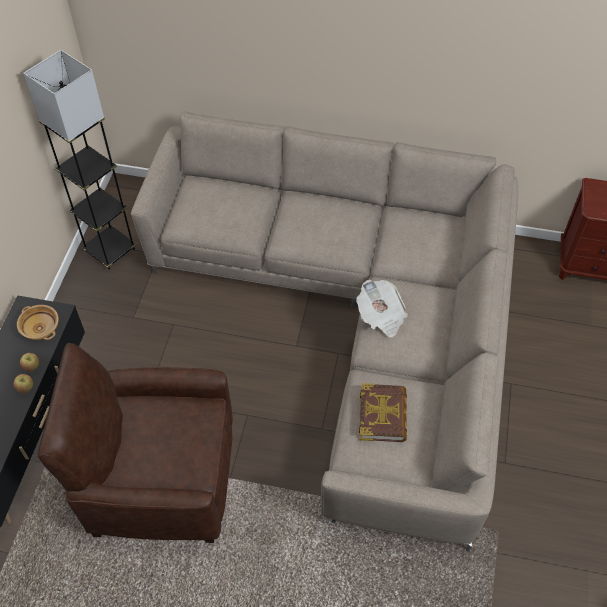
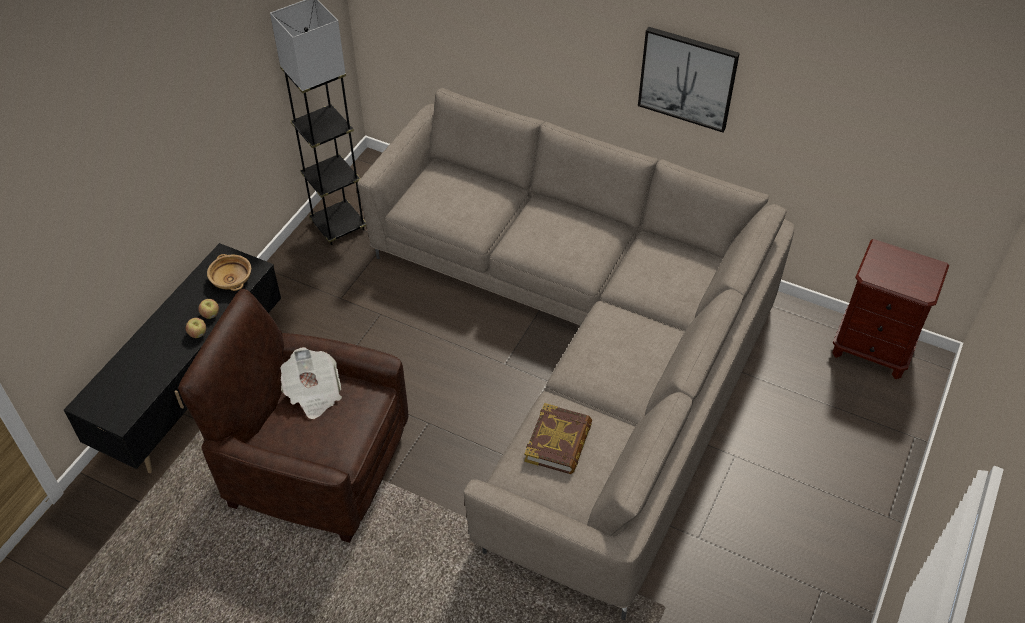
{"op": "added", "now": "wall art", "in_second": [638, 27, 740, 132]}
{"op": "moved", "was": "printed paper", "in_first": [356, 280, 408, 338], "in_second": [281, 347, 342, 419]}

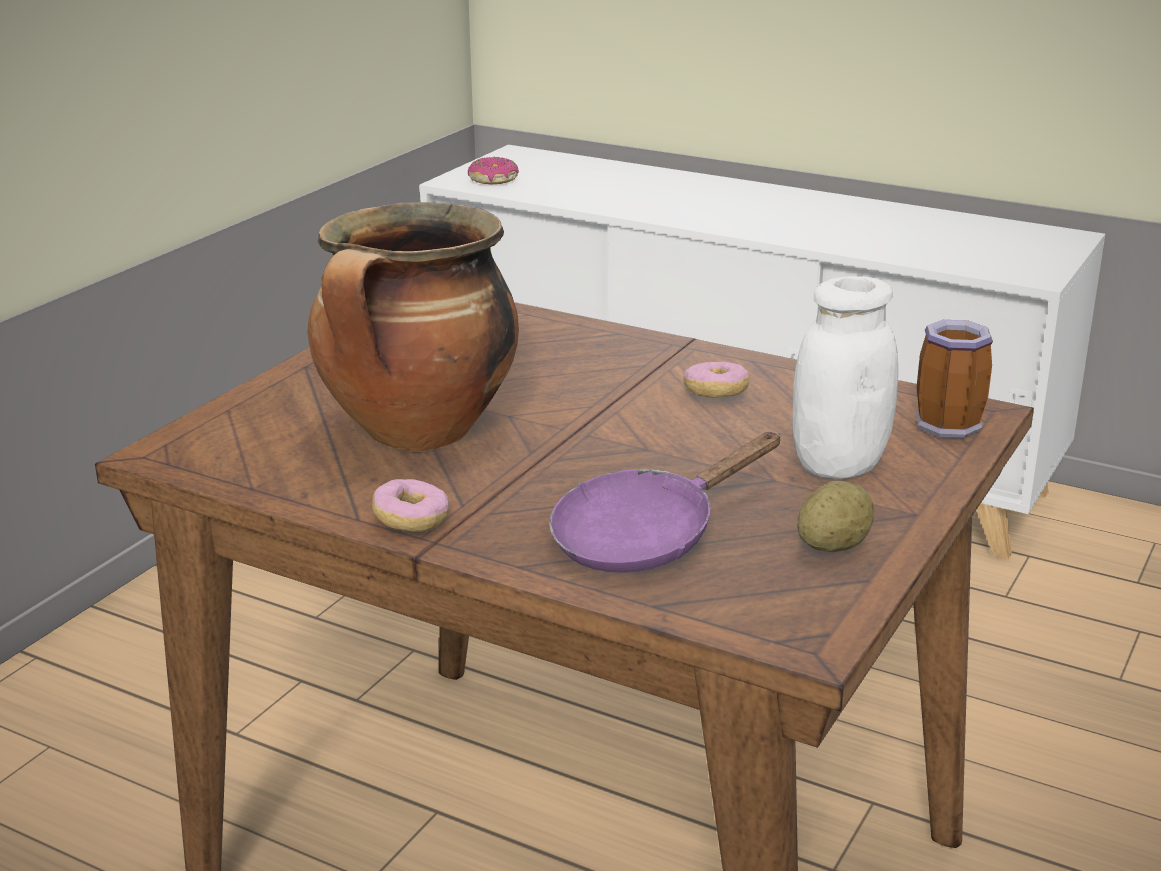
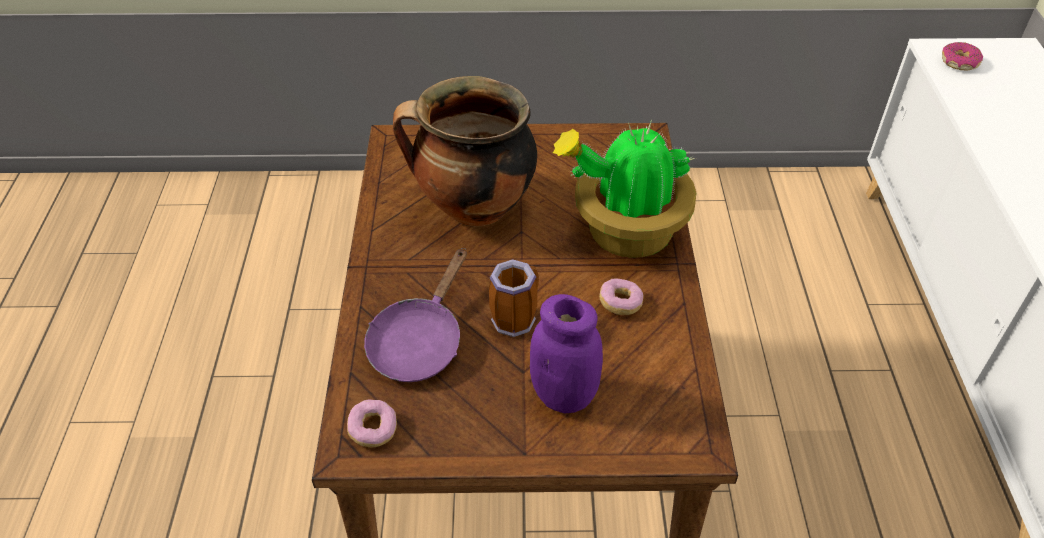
{"op": "removed", "was": "whole potato", "in_first": [797, 481, 875, 552]}
{"op": "added", "now": "potted plant", "in_second": [553, 119, 696, 258]}
{"op": "moved", "was": "donut", "in_first": [372, 479, 450, 532], "in_second": [347, 399, 397, 447]}
{"op": "moved", "was": "tea mug", "in_first": [916, 320, 993, 438], "in_second": [489, 259, 539, 337]}
{"op": "recoloured", "was": "whitish preserve jar", "now": "purplish preserve jar", "in_first": [792, 276, 898, 479], "in_second": [530, 294, 603, 414]}
{"op": "turned", "was": "purplish frying pan", "in_first": [549, 432, 781, 573], "in_second": [364, 248, 467, 382], "clockwise": -90}

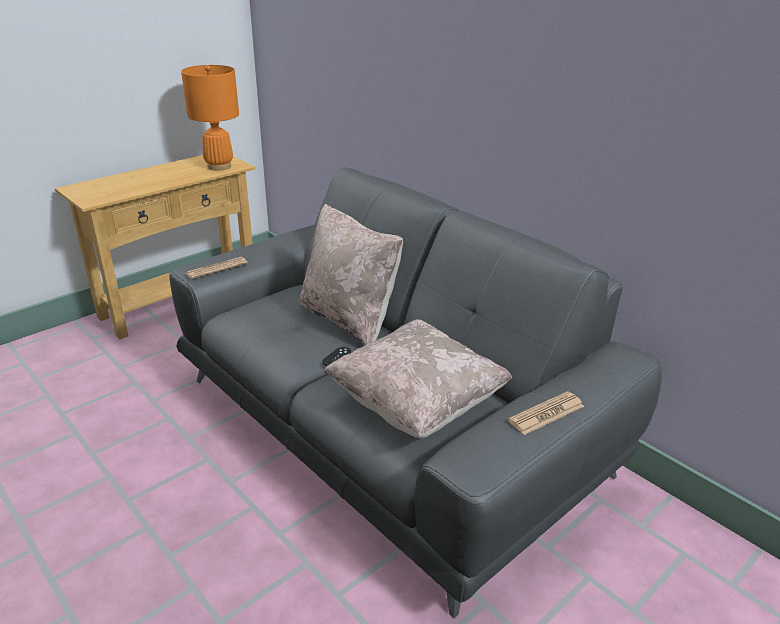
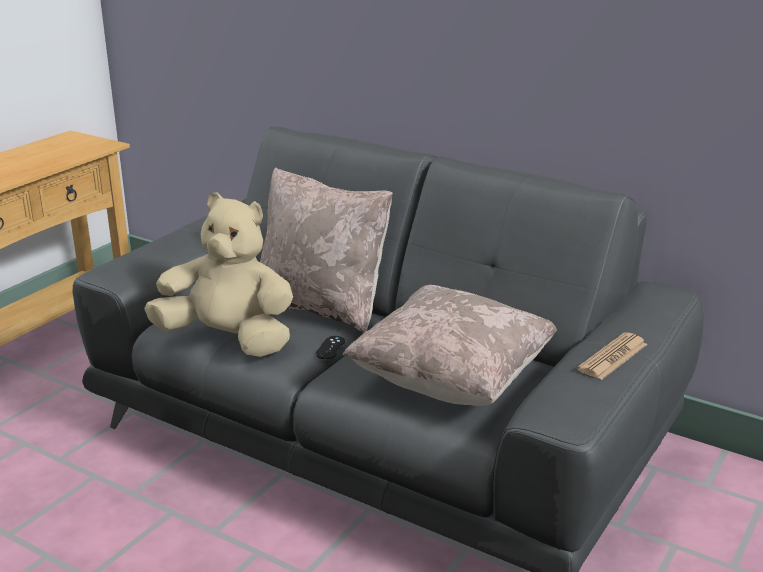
{"op": "removed", "was": "orange tabletop lamp", "in_first": [181, 65, 239, 170]}
{"op": "removed", "was": "printed paper", "in_first": [186, 257, 248, 279]}
{"op": "added", "now": "beige plush toy", "in_second": [144, 192, 293, 357]}

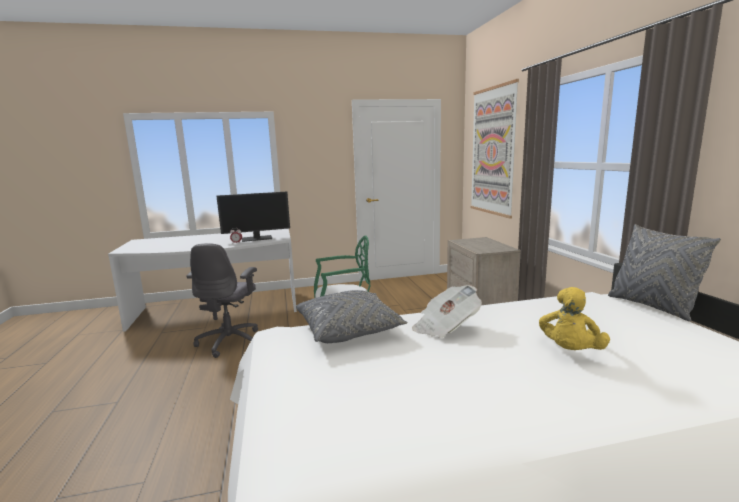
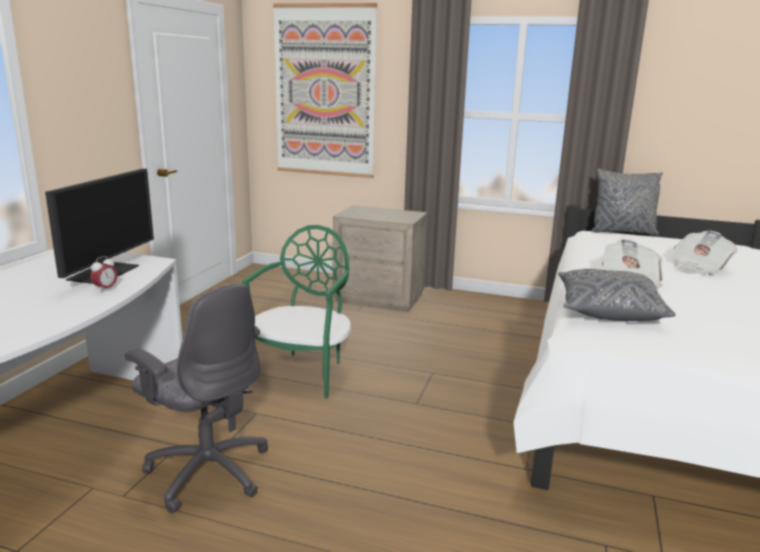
{"op": "replaced", "was": "yellow-coloured plush toy", "now": "printed paper", "in_first": [539, 287, 610, 350], "in_second": [673, 231, 737, 274]}

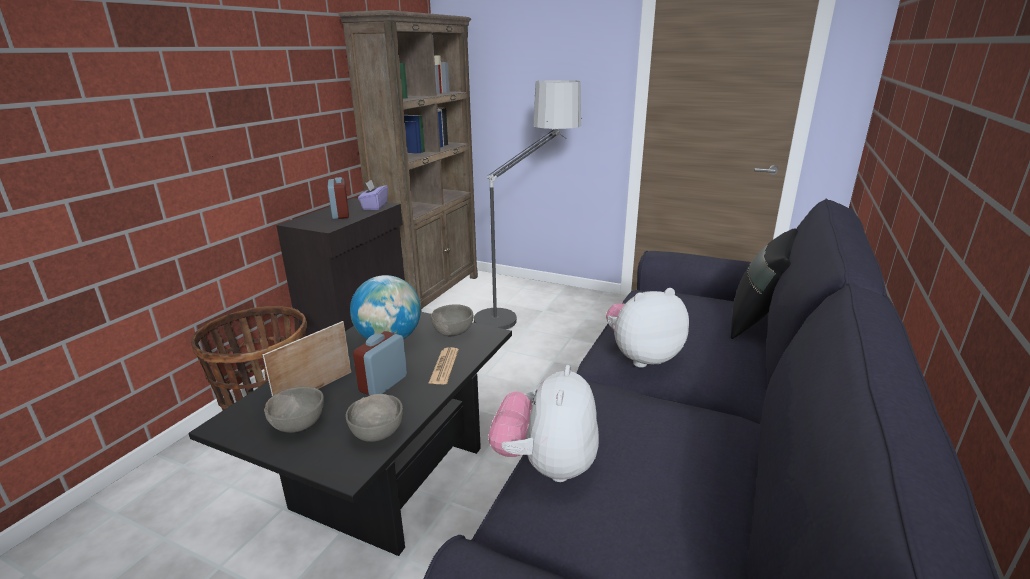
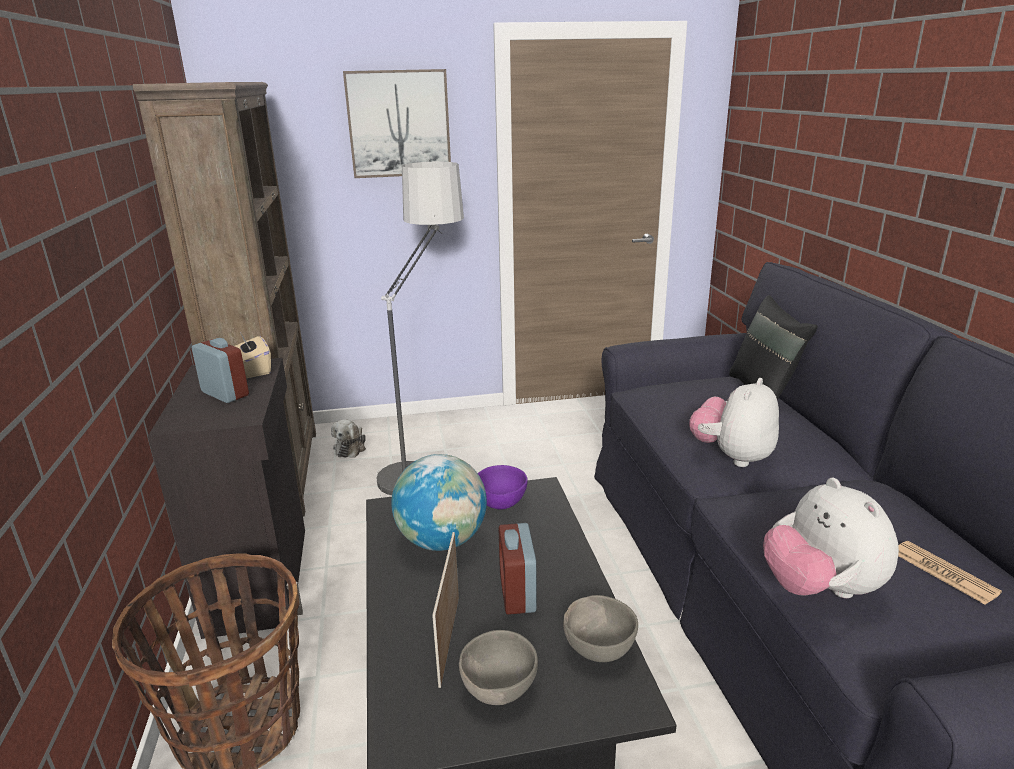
{"op": "added", "now": "plush toy", "in_second": [331, 419, 366, 458]}
{"op": "added", "now": "wall art", "in_second": [343, 69, 451, 178]}
{"op": "moved", "was": "printed paper", "in_first": [428, 347, 459, 384], "in_second": [898, 541, 1002, 605]}
{"op": "recoloured", "was": "purplish box of tissues", "now": "beige box of tissues", "in_first": [358, 180, 388, 210], "in_second": [235, 332, 271, 378]}
{"op": "recoloured", "was": "greyish deep dish", "now": "purplish deep dish", "in_first": [431, 304, 473, 336], "in_second": [478, 465, 528, 510]}

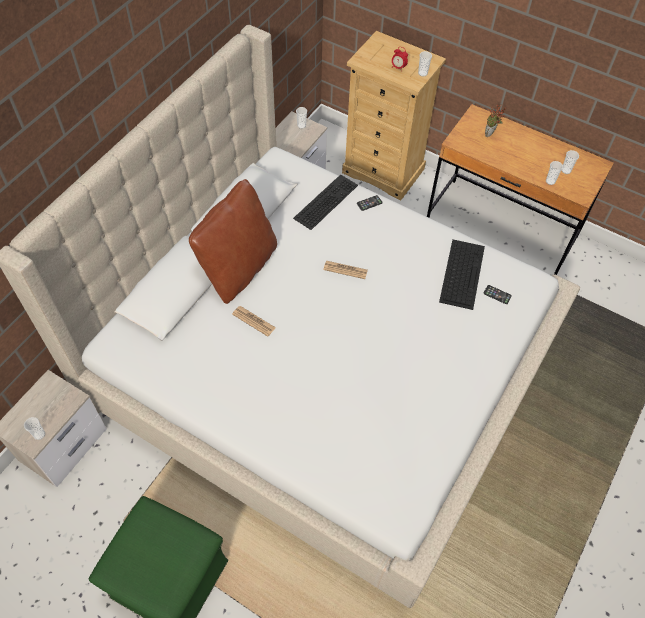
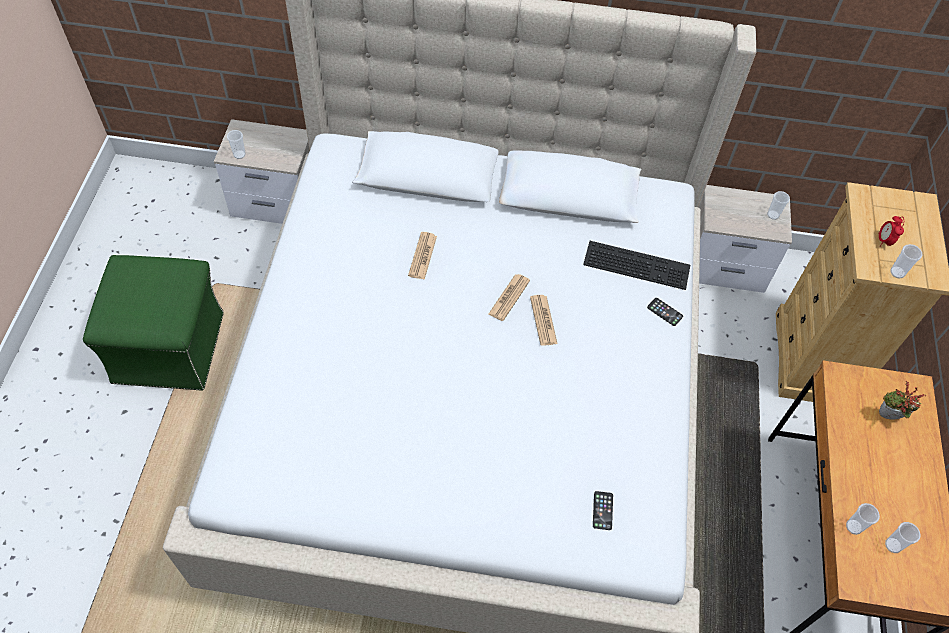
{"op": "removed", "was": "brown cushion", "in_first": [189, 179, 277, 304]}
{"op": "removed", "was": "keyboard", "in_first": [439, 240, 485, 310]}
{"op": "added", "now": "printed paper", "in_second": [489, 274, 530, 321]}

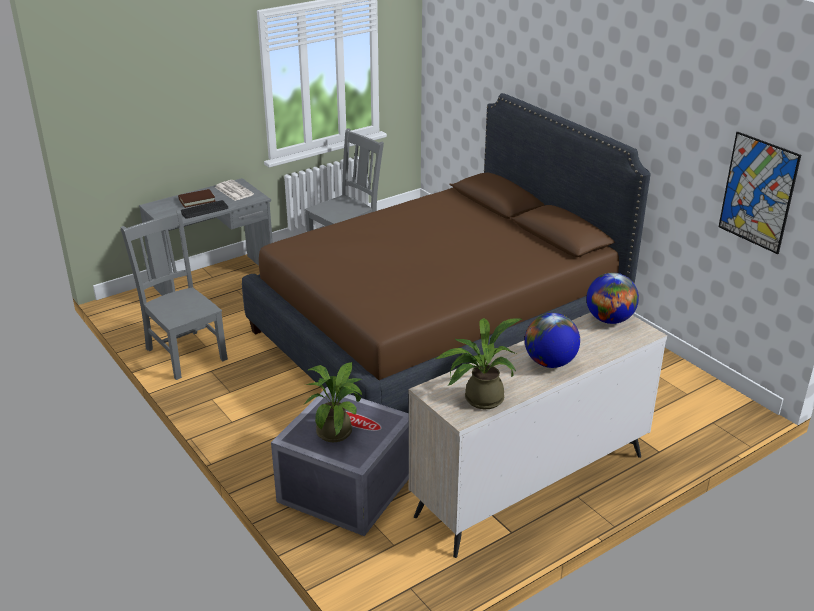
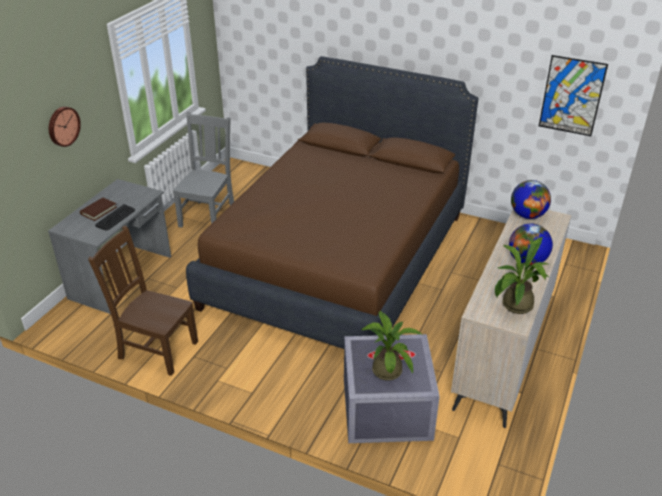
{"op": "removed", "was": "printed paper", "in_first": [215, 180, 254, 201]}
{"op": "added", "now": "wall clock", "in_second": [49, 107, 81, 147]}
{"op": "recoloured", "was": "greyish chair", "now": "brown chair", "in_first": [120, 210, 228, 380], "in_second": [88, 226, 198, 376]}

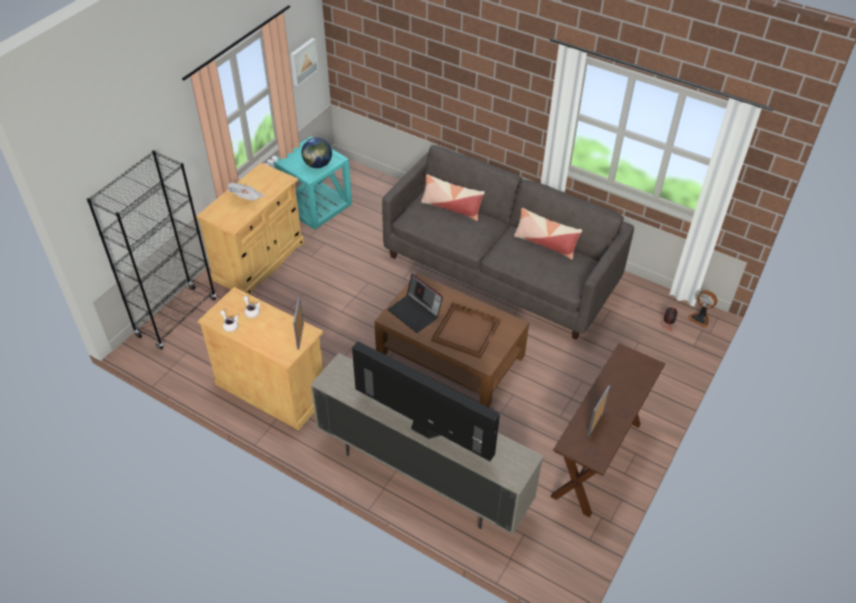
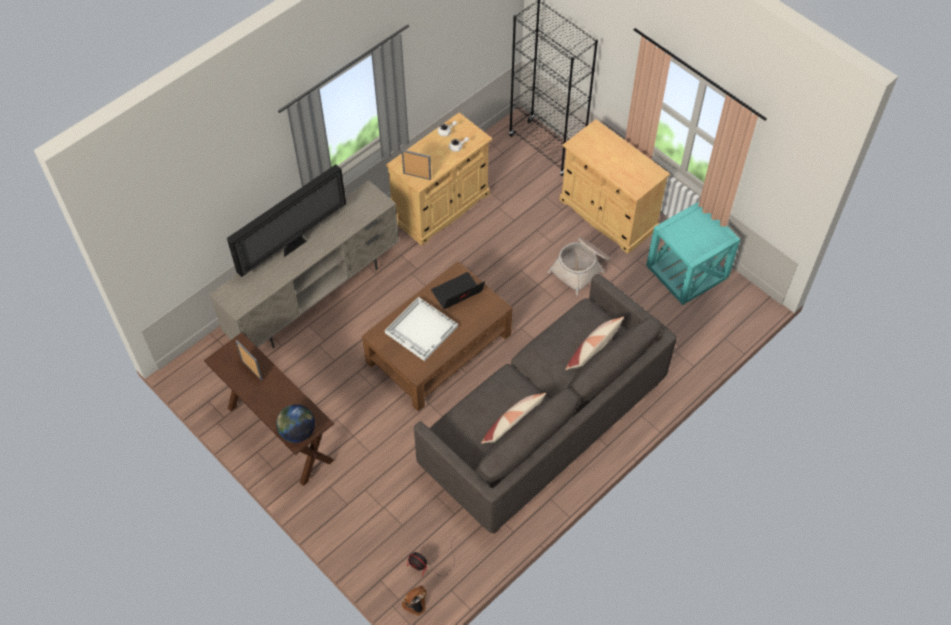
{"op": "removed", "was": "printed paper", "in_first": [227, 182, 265, 201]}
{"op": "removed", "was": "wall art", "in_first": [290, 38, 318, 86]}
{"op": "added", "now": "basket", "in_second": [548, 237, 610, 296]}
{"op": "moved", "was": "world globe", "in_first": [301, 138, 332, 168], "in_second": [276, 404, 315, 443]}
{"op": "recoloured", "was": "brown serving tray", "now": "whitish serving tray", "in_first": [431, 303, 500, 358], "in_second": [385, 297, 458, 361]}

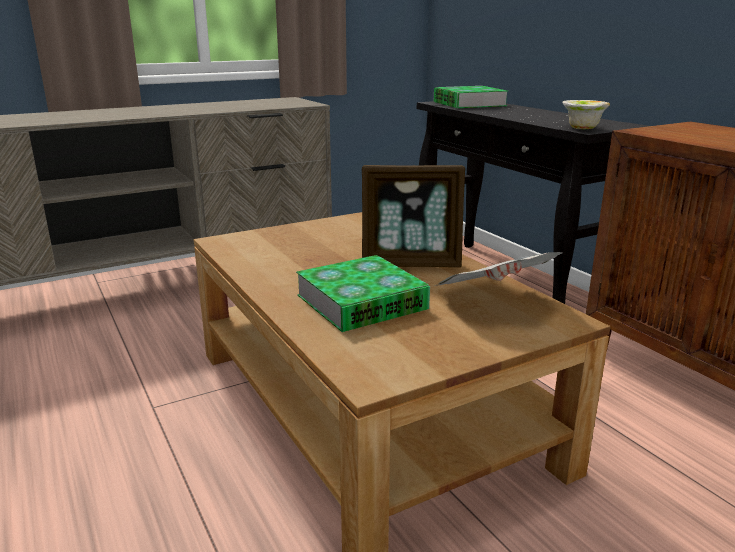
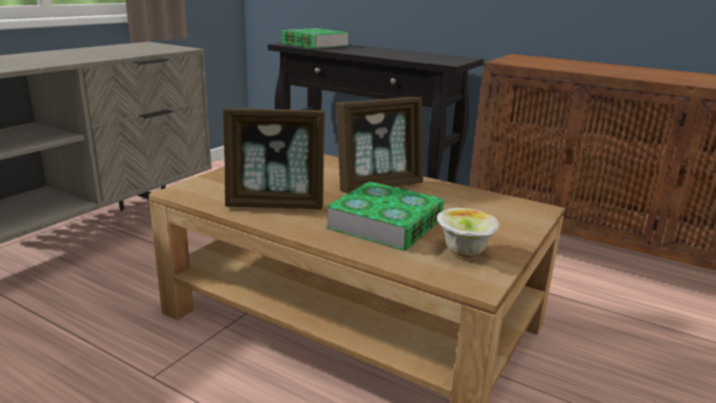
{"op": "removed", "was": "printed paper", "in_first": [434, 252, 562, 286]}
{"op": "added", "now": "picture frame", "in_second": [223, 107, 325, 209]}
{"op": "moved", "was": "deep dish", "in_first": [563, 100, 610, 129], "in_second": [437, 208, 500, 257]}

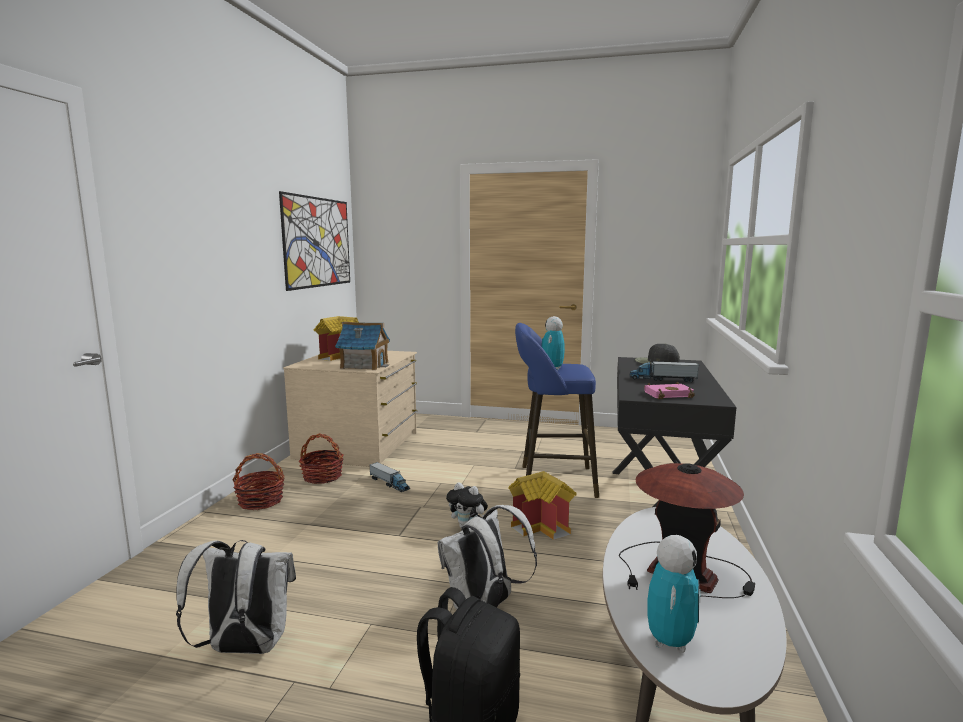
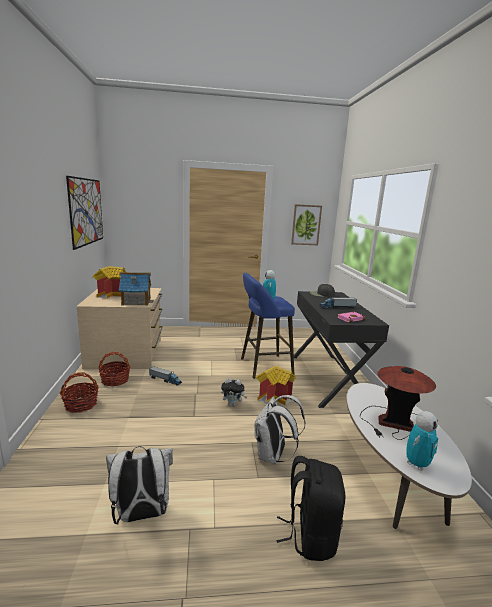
{"op": "added", "now": "wall art", "in_second": [291, 204, 322, 245]}
{"op": "turned", "was": "robot figure", "in_first": [647, 535, 700, 653], "in_second": [406, 411, 438, 471], "clockwise": 45}

